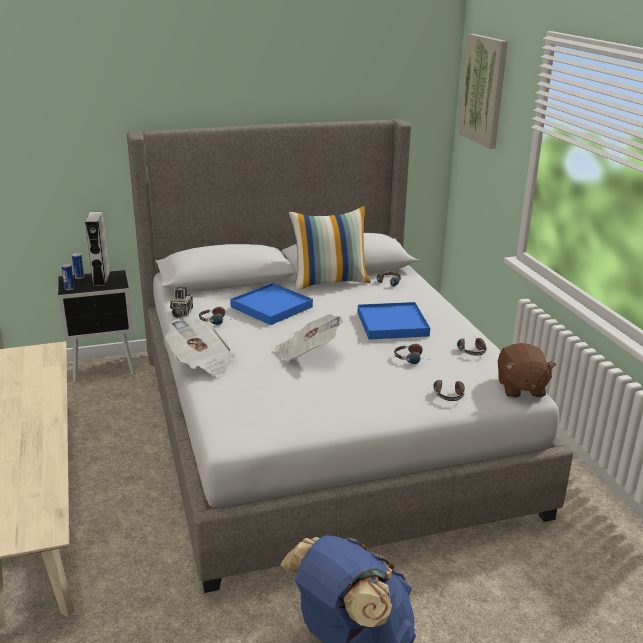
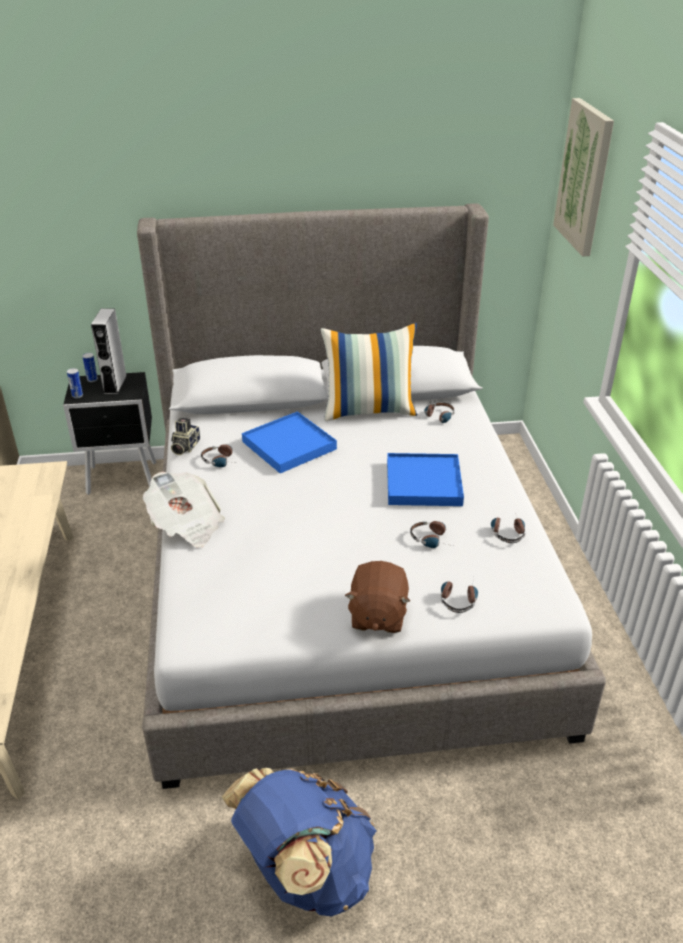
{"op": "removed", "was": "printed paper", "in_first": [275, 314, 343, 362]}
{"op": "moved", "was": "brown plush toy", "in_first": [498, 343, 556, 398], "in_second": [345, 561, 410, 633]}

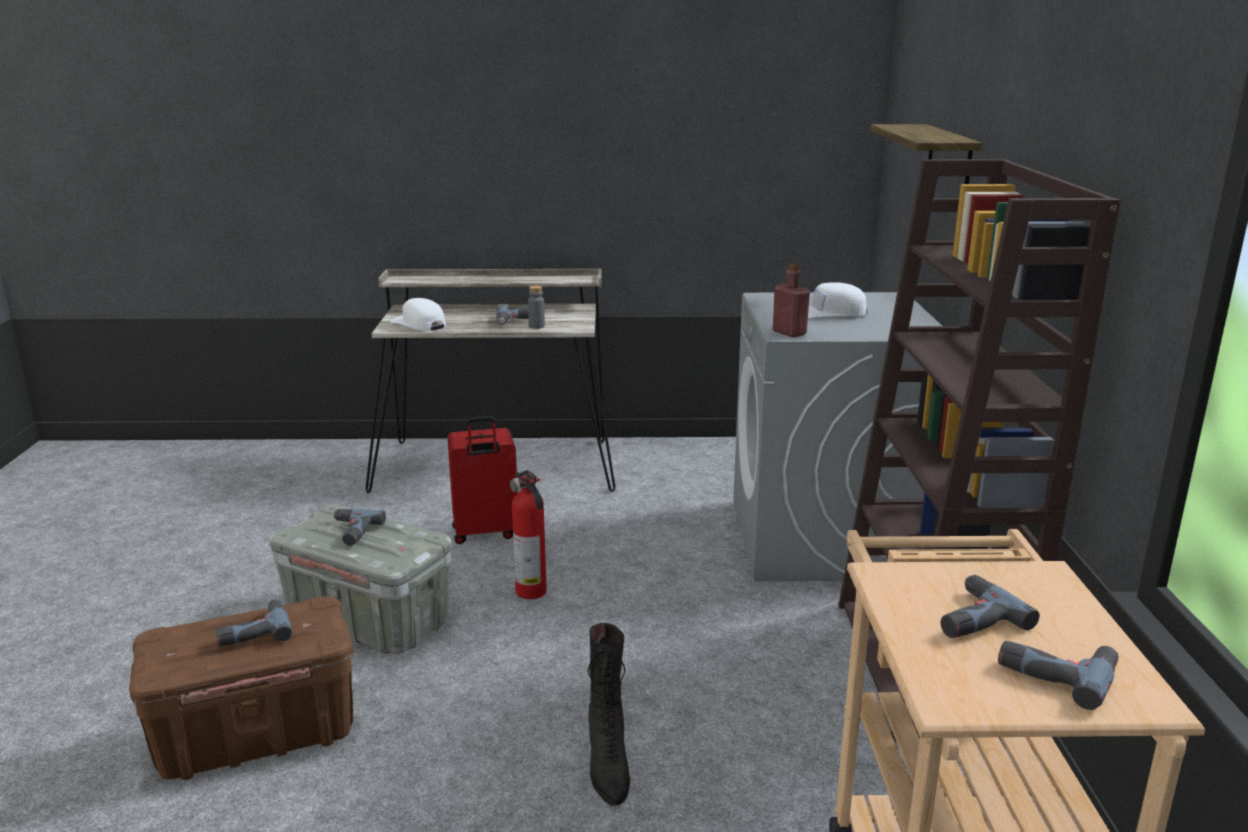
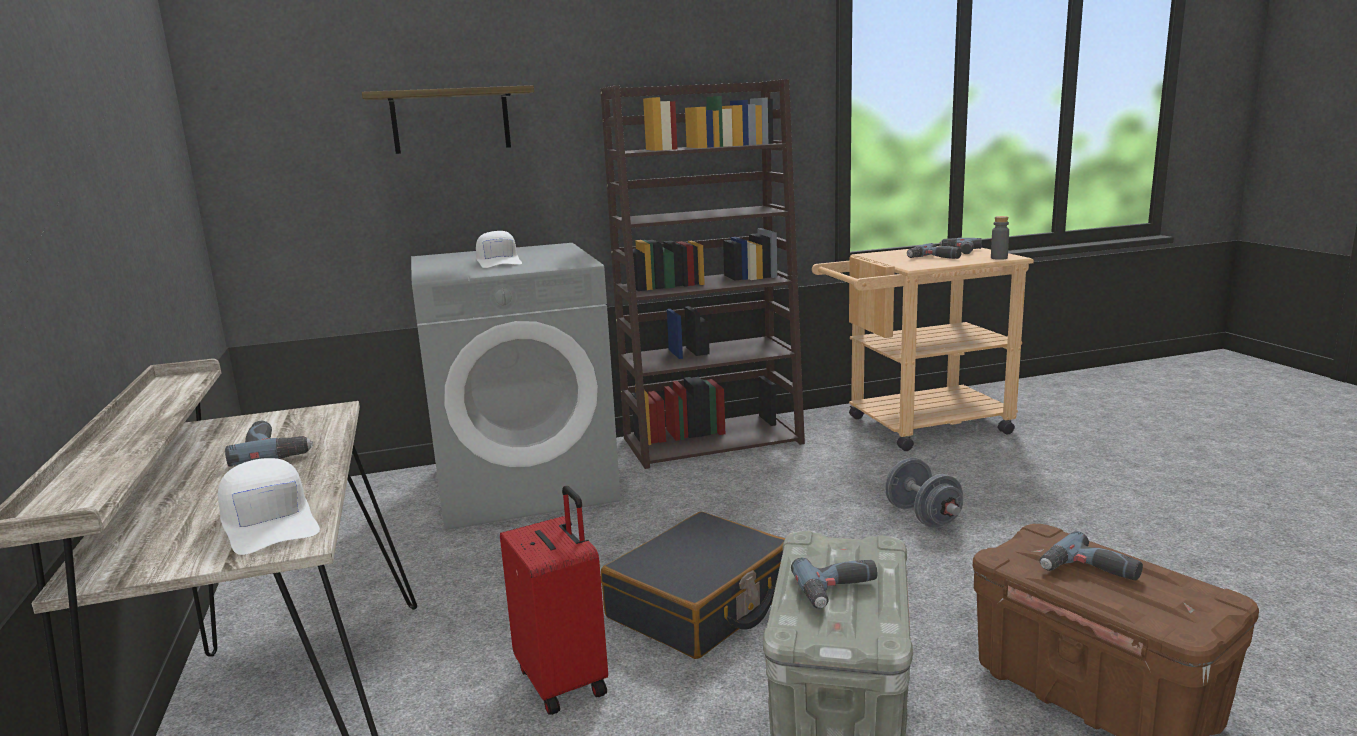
{"op": "removed", "was": "red bottle", "in_first": [773, 263, 810, 337]}
{"op": "moved", "was": "greyish bottle", "in_first": [528, 285, 545, 329], "in_second": [991, 216, 1009, 260]}
{"op": "replaced", "was": "extinguisher", "now": "black piece of luggage", "in_first": [510, 470, 547, 599], "in_second": [601, 512, 786, 659]}
{"op": "replaced", "was": "black boot", "now": "greyish free weight", "in_first": [588, 623, 630, 806], "in_second": [885, 458, 963, 528]}
{"op": "turned", "was": "whitish baseball cap", "in_first": [390, 298, 446, 331], "in_second": [218, 458, 320, 555], "clockwise": -60}

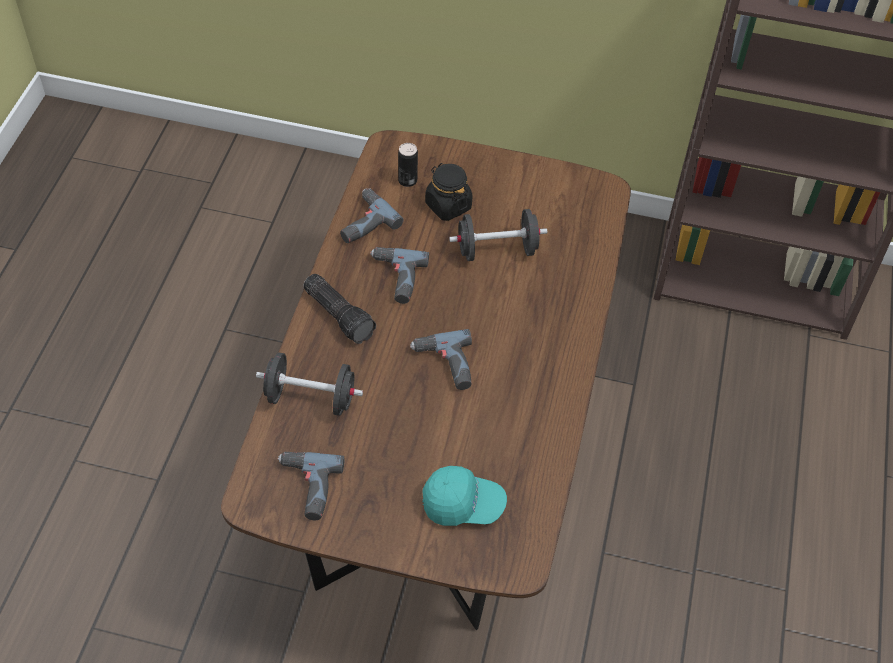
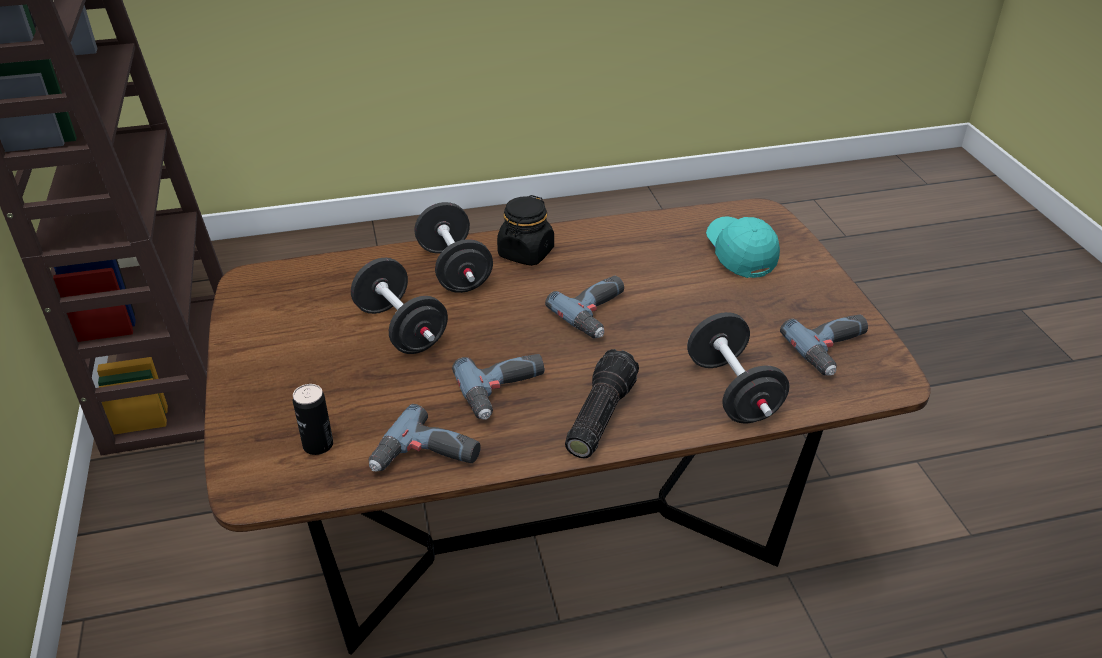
{"op": "added", "now": "black free weight", "in_second": [415, 202, 493, 293]}
{"op": "moved", "was": "black preserve jar", "in_first": [425, 163, 473, 221], "in_second": [497, 195, 554, 266]}

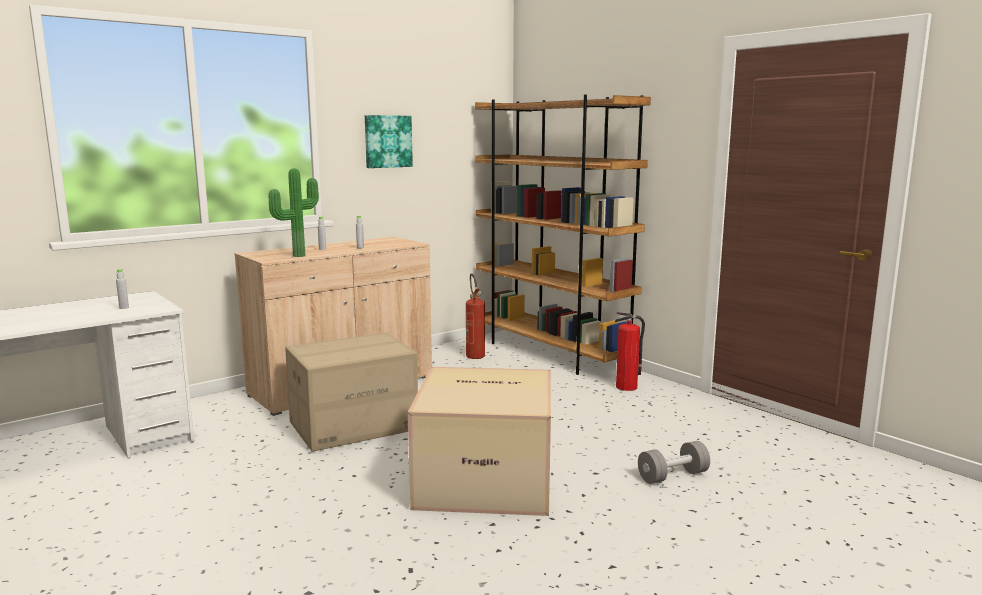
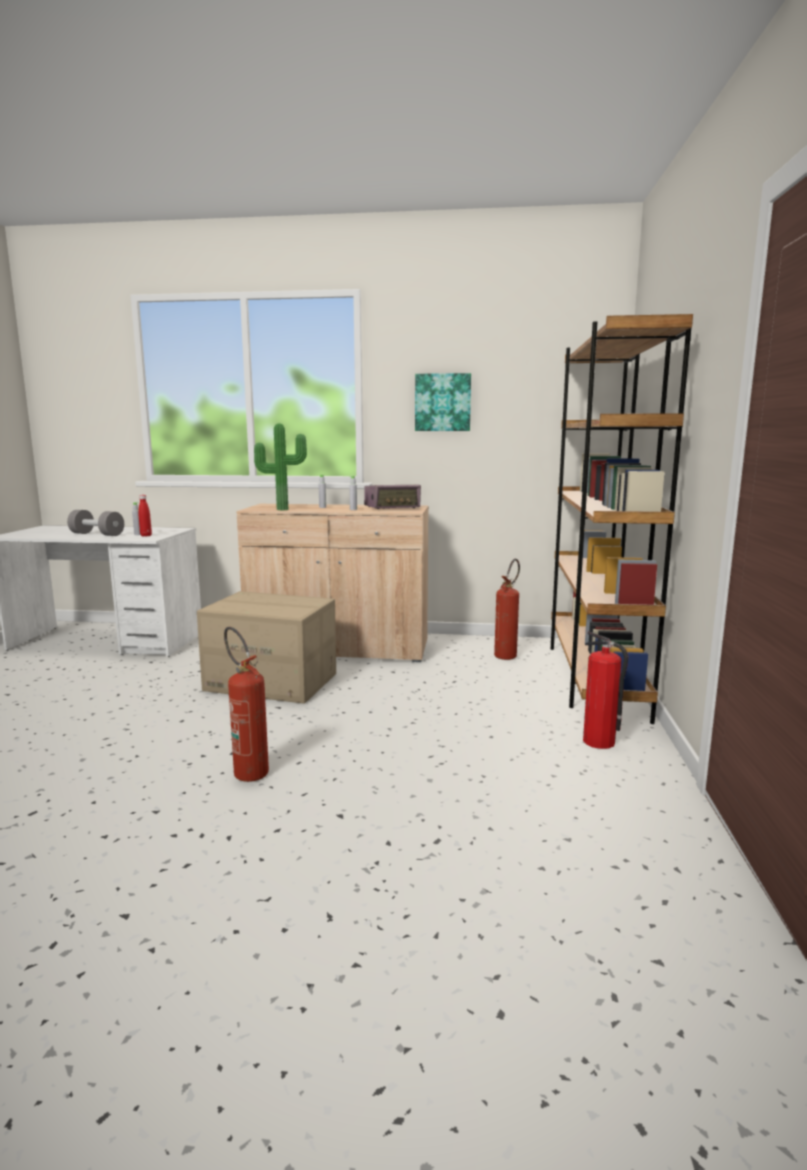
{"op": "added", "now": "red bottle", "in_second": [138, 495, 152, 537]}
{"op": "added", "now": "radio receiver", "in_second": [364, 485, 421, 509]}
{"op": "moved", "was": "greyish free weight", "in_first": [638, 441, 710, 484], "in_second": [67, 510, 124, 536]}
{"op": "replaced", "was": "packing box", "now": "extinguisher", "in_first": [408, 367, 551, 516], "in_second": [224, 627, 269, 782]}

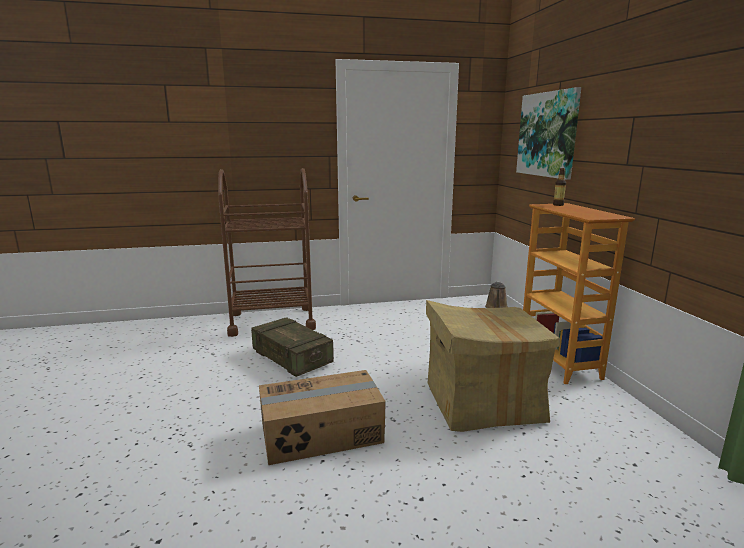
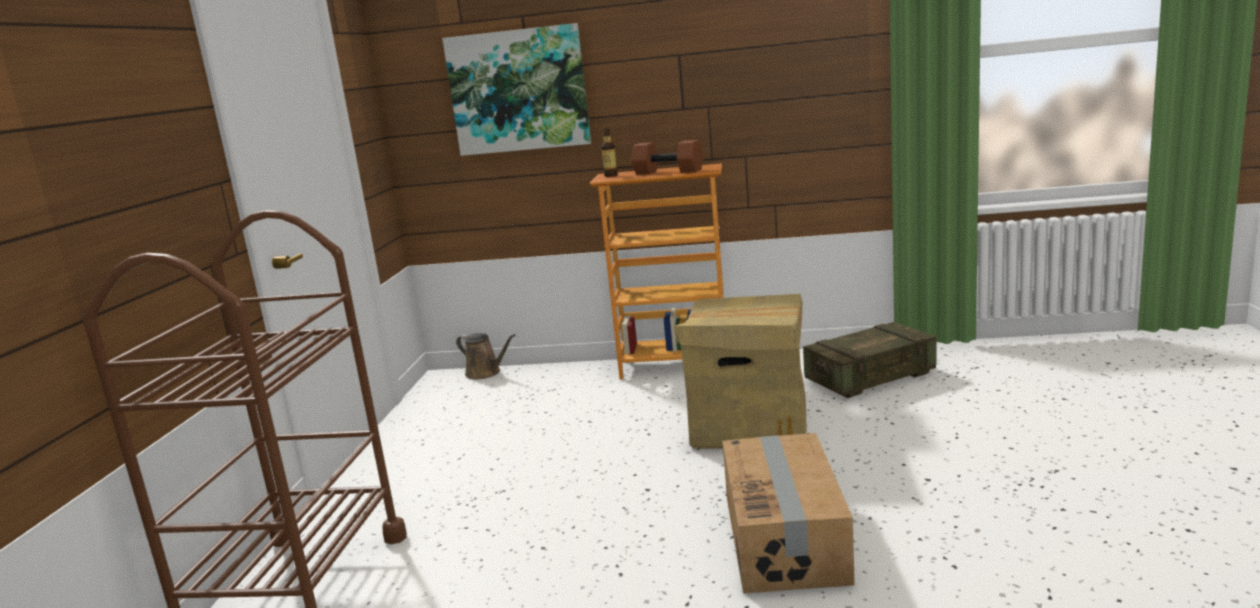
{"op": "added", "now": "brown free weight", "in_second": [631, 140, 703, 174]}
{"op": "moved", "was": "packing crate", "in_first": [251, 317, 334, 377], "in_second": [803, 322, 936, 398]}

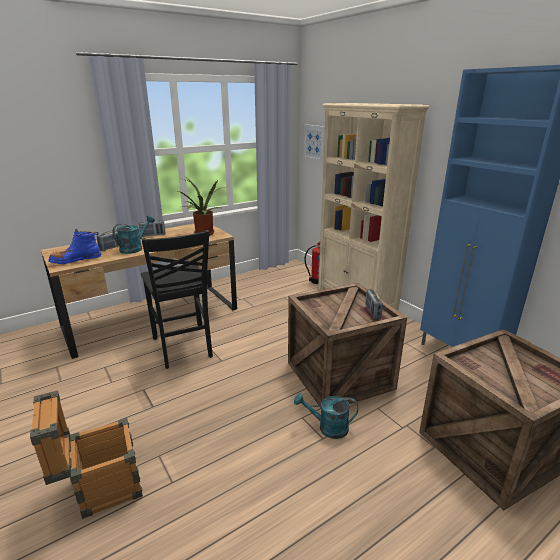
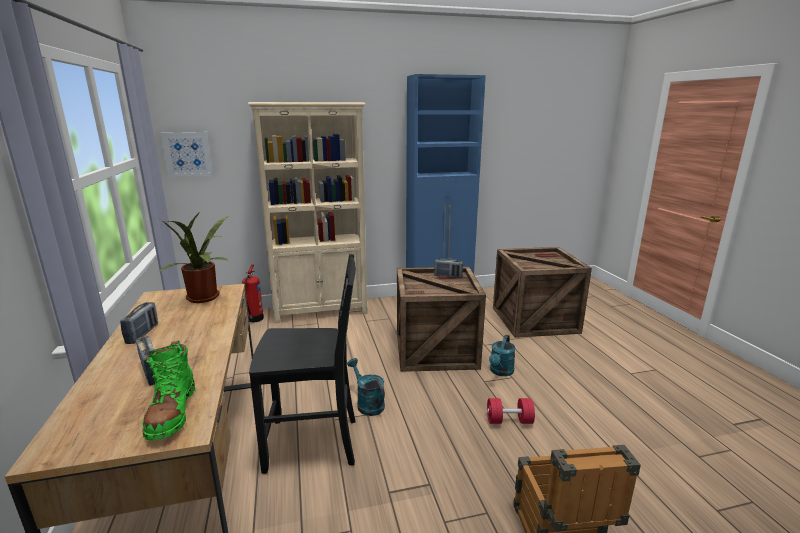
{"op": "added", "now": "red free weight", "in_second": [487, 398, 535, 424]}
{"op": "moved", "was": "turquoise-coloured sprinkling can", "in_first": [112, 215, 155, 254], "in_second": [347, 358, 385, 416]}
{"op": "recoloured", "was": "bluish boot", "now": "greenish boot", "in_first": [48, 229, 101, 264], "in_second": [142, 341, 195, 440]}

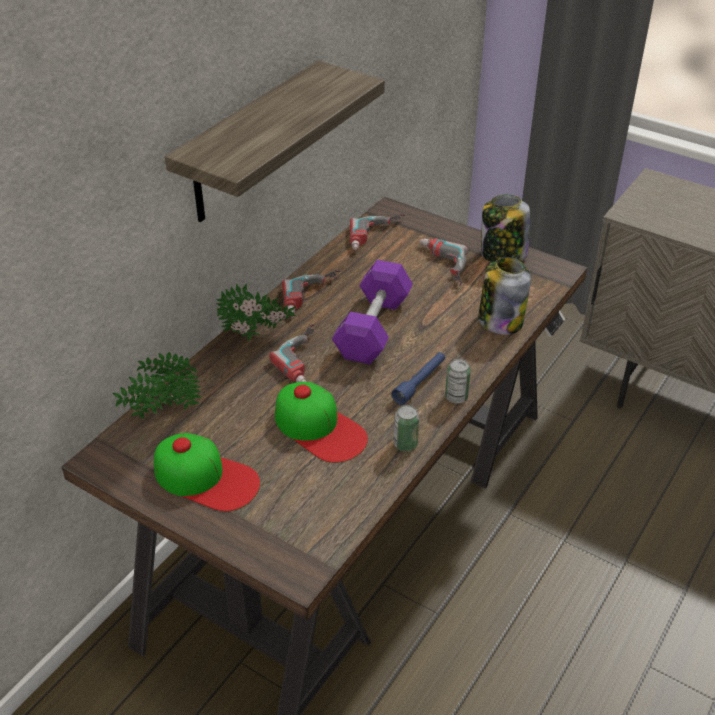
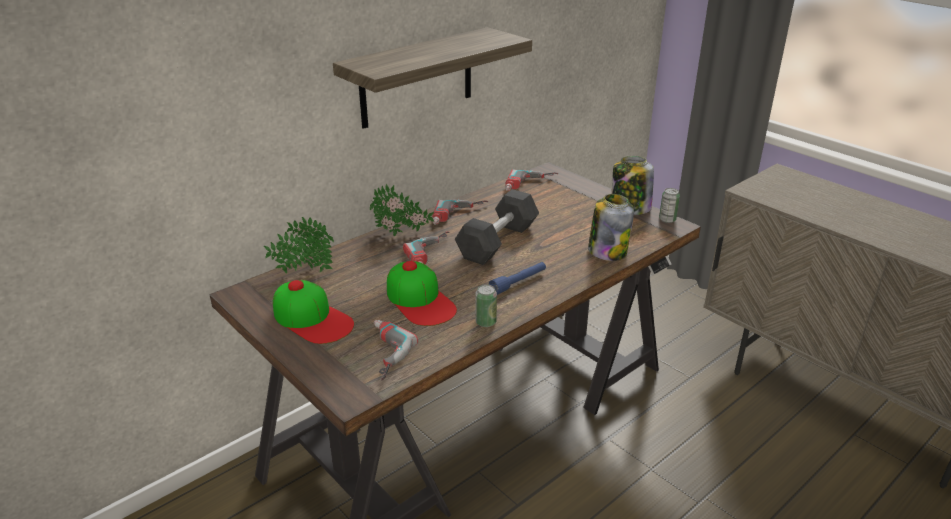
{"op": "moved", "was": "power drill", "in_first": [419, 238, 468, 286], "in_second": [374, 320, 418, 381]}
{"op": "moved", "was": "can", "in_first": [445, 359, 471, 404], "in_second": [659, 188, 680, 223]}
{"op": "recoloured", "was": "purplish free weight", "now": "black free weight", "in_first": [332, 260, 413, 364], "in_second": [455, 189, 539, 265]}

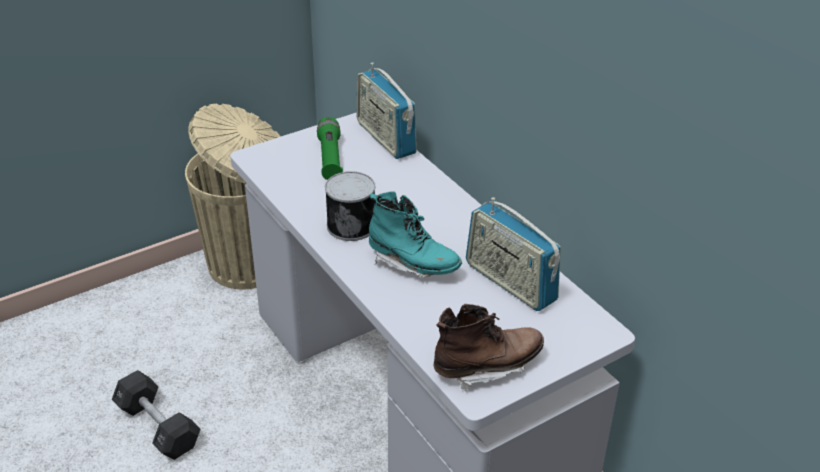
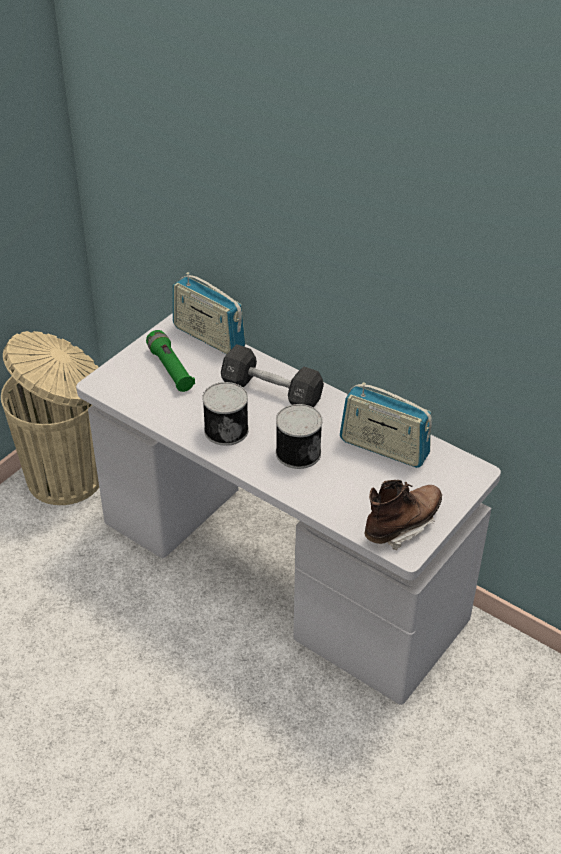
{"op": "moved", "was": "black free weight", "in_first": [112, 370, 201, 460], "in_second": [221, 344, 324, 408]}
{"op": "replaced", "was": "turquoise-coloured boot", "now": "can", "in_first": [369, 191, 462, 278], "in_second": [276, 404, 322, 469]}

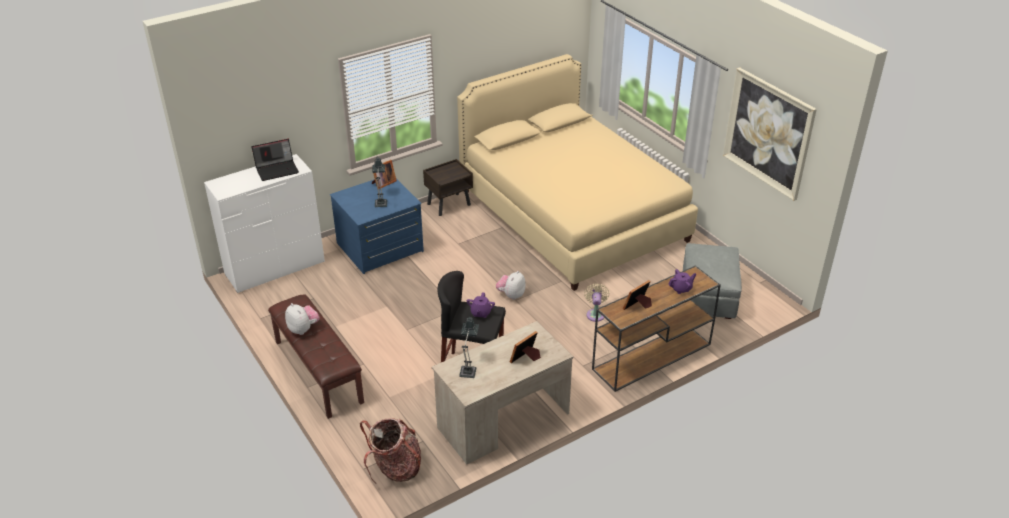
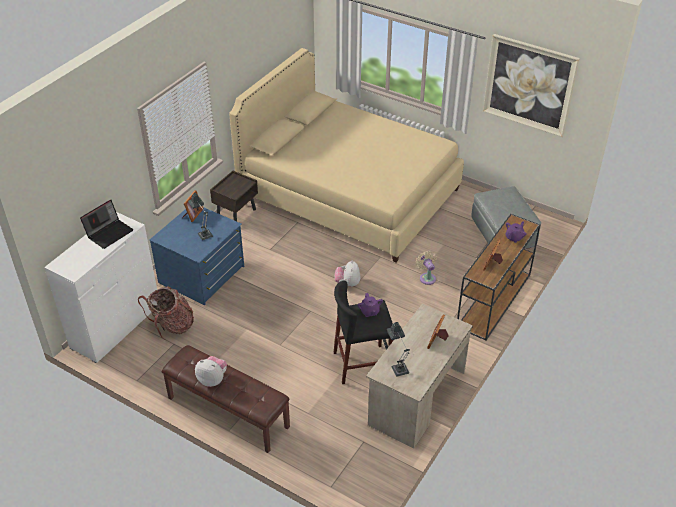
{"op": "moved", "was": "backpack", "in_first": [360, 418, 421, 484], "in_second": [138, 286, 194, 340]}

